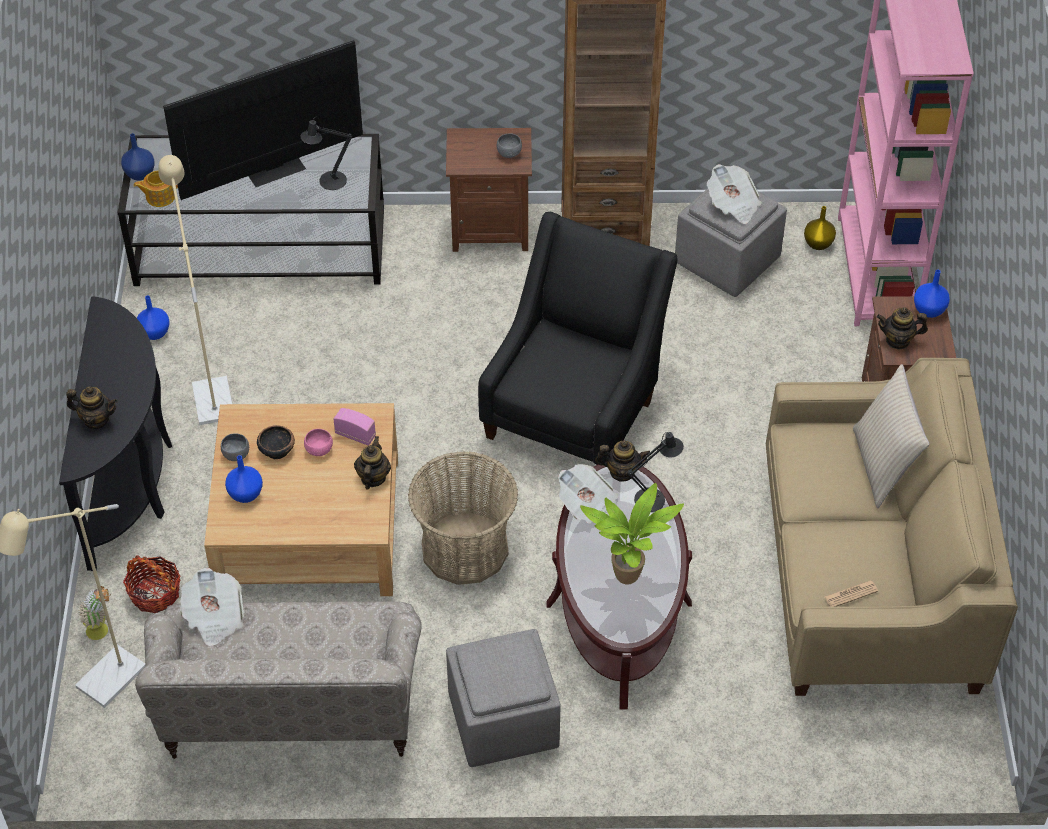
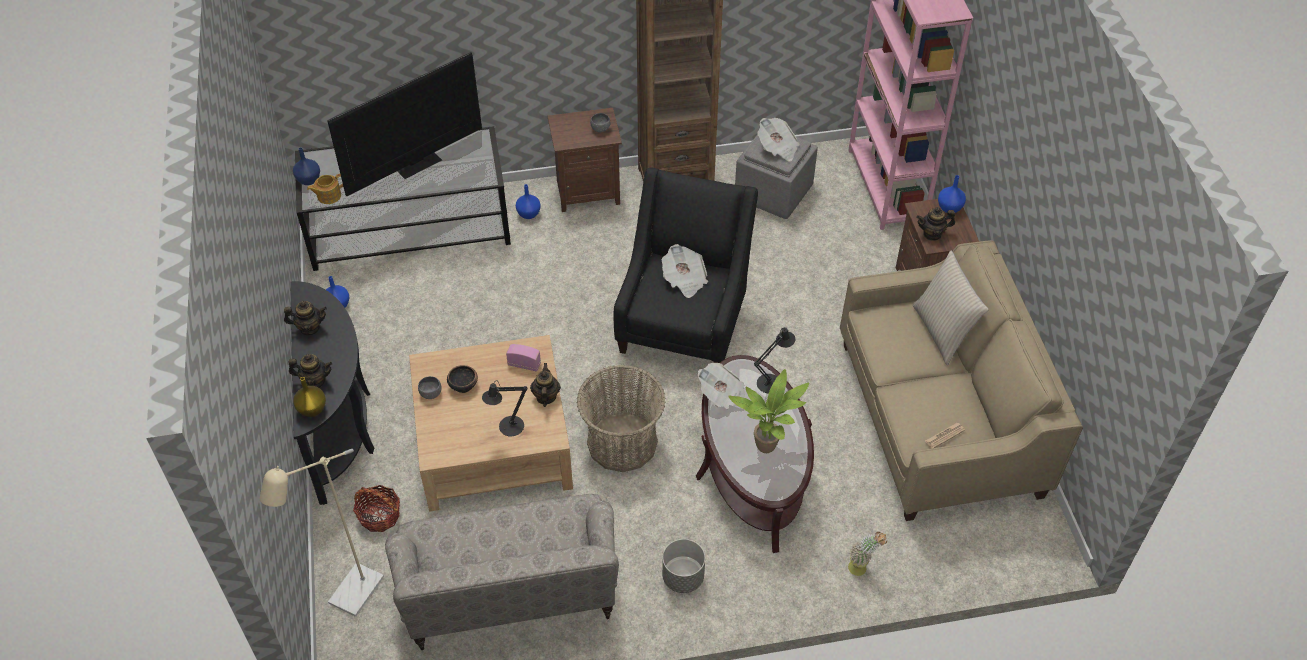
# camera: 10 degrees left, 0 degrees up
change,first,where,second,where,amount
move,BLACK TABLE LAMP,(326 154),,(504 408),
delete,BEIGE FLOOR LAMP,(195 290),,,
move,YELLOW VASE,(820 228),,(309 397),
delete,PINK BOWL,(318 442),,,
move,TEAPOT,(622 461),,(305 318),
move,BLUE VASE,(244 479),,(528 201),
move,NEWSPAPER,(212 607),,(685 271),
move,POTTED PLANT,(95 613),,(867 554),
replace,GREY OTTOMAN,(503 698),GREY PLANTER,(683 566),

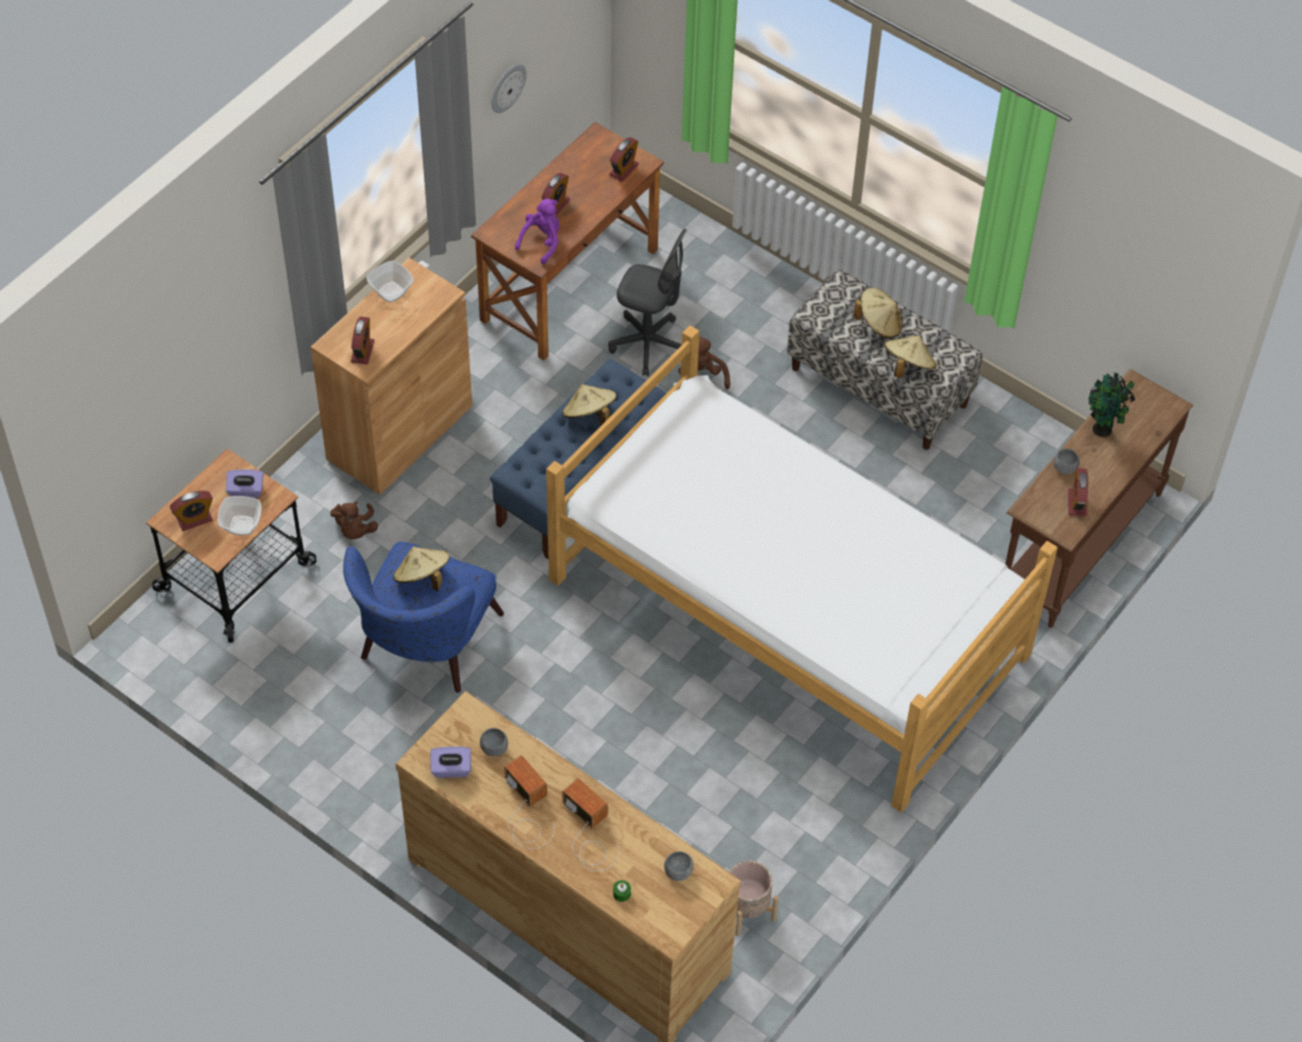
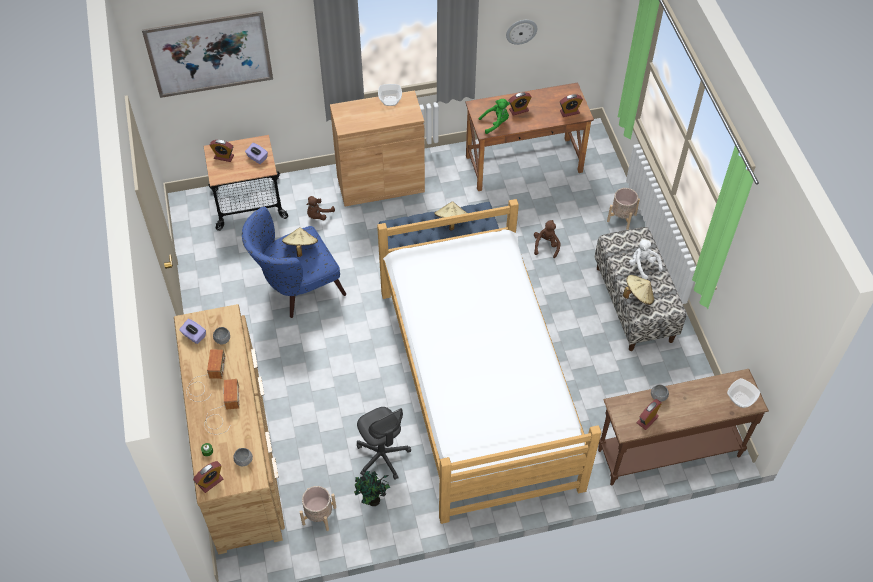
# camera: 40 degrees right, 0 degrees up
change,first,where,second,where,amount
recolor,PURPLE PLUSH TOY,(537 231),GREEN PLUSH TOY,(494 116),
move,GREY OFFICE CHAIR,(647 302),,(384 443),
replace,BEIGE HAT,(878 313),WHITE PLUSH TOY,(646 259),
move,ALARM CLOCK,(362 340),,(208 477),
move,POTTED PLANT,(1112 404),,(372 488),
move,BOWL,(239 516),,(743 393),
insert,,,PICTURE,(207 54),
insert,,,BEIGE PLANTER,(623 209),

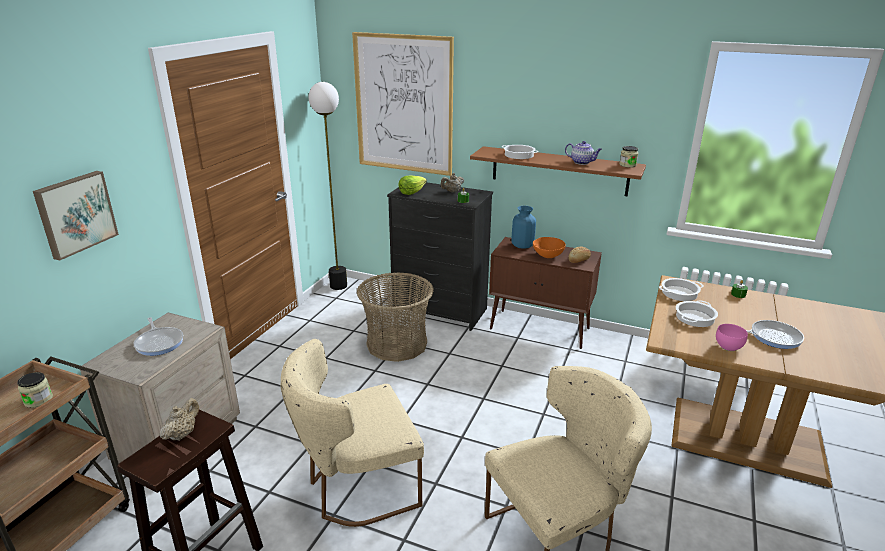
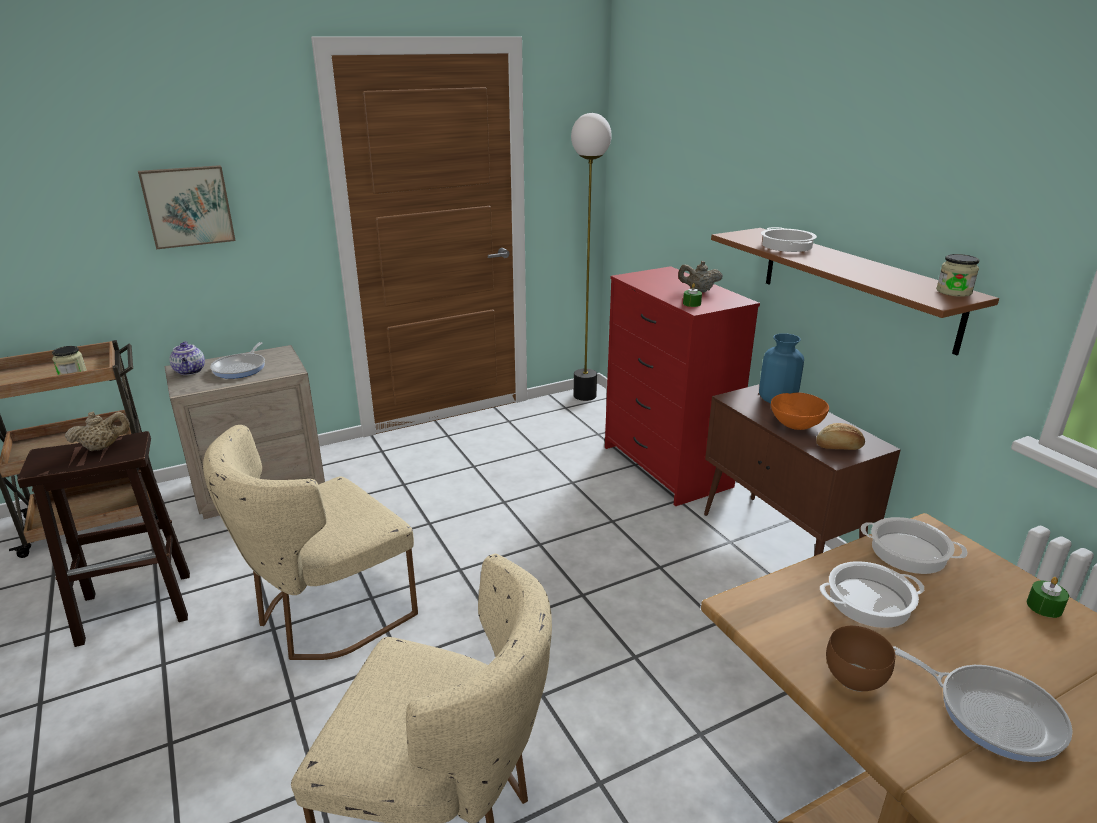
# camera: 40 degrees right, 0 degrees up
change,first,where,second,where,amount
delete,PICTURE,(403 104),,,
move,TEAPOT,(583 153),,(187 358),
delete,LETTUCE,(412 185),,,
recolor,BLACK DRESSER,(440 256),RED DRESSER,(682 386),
delete,BASKET,(395 317),,,
recolor,PINK BOWL,(732 337),BROWN BOWL,(860 659),
rotate,BEIGE CHAIR,(352 433),,(310 542),60 degrees counterclockwise

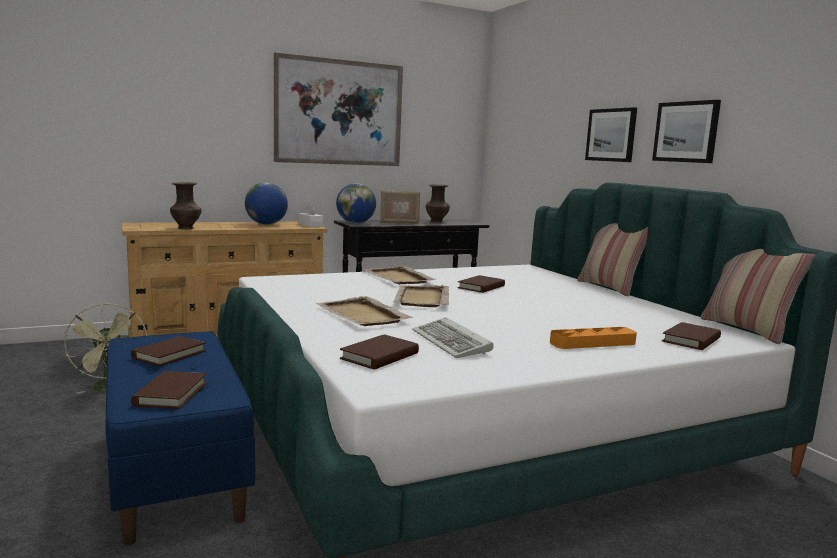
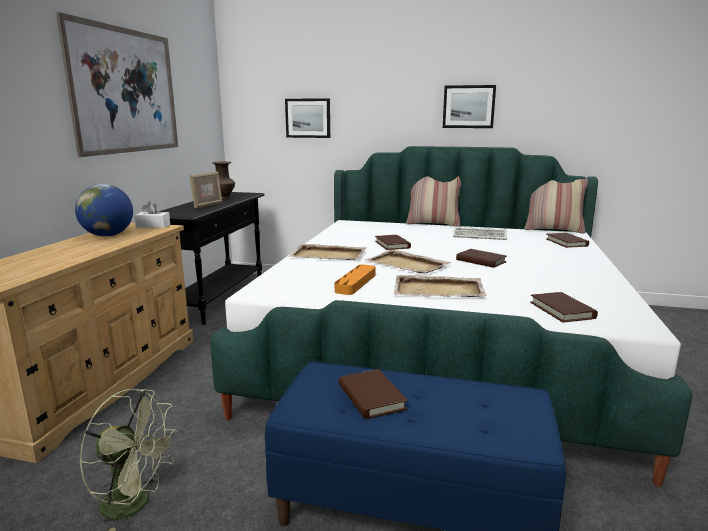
# camera: 50 degrees left, 5 degrees up
change,first,where,second,where,amount
move,PICTURE,(611 134),,(307 118),
delete,BROWN VASE,(185 205),,,
delete,GLOBE,(356 203),,,
move,KEYBOARD,(453 337),,(480 233),
move,ORANGE TRAY,(593 338),,(355 279),
move,BROWN BOOK,(169 390),,(481 258),

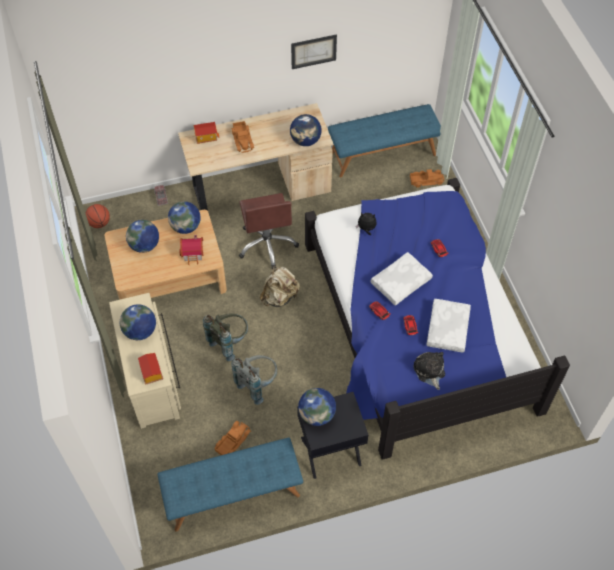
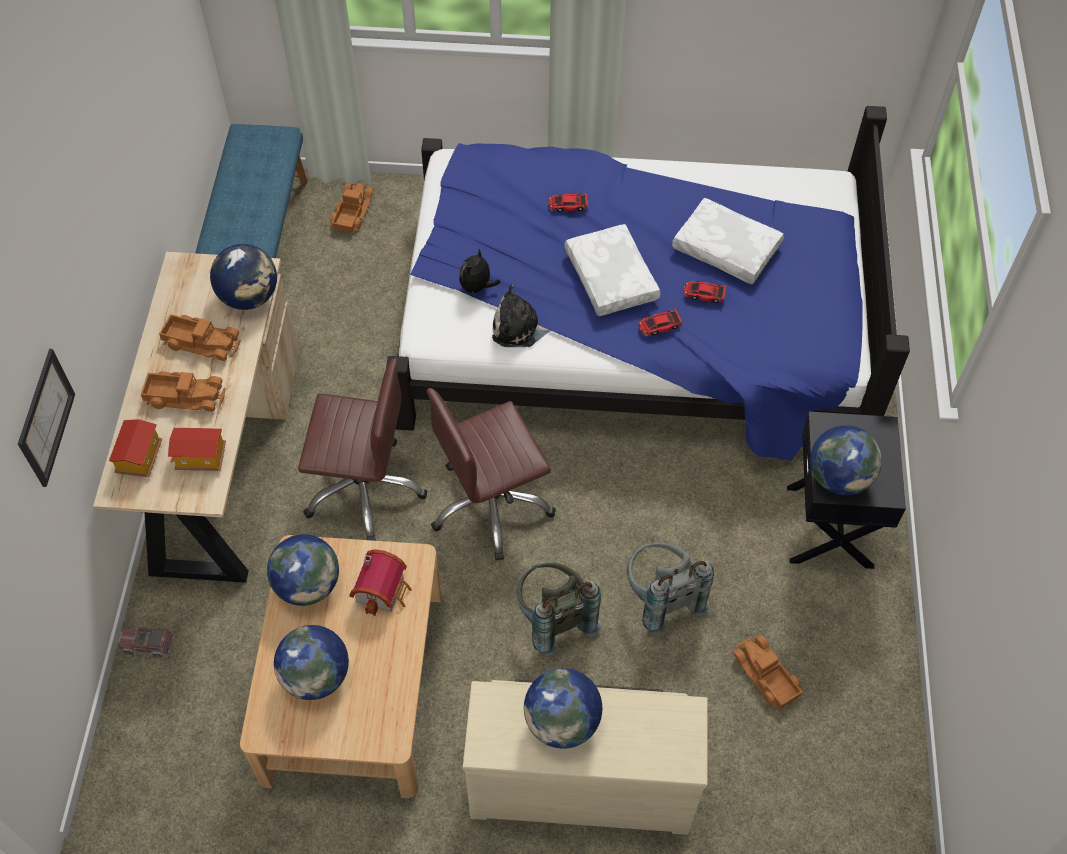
# camera: 70 degrees left, 0 degrees up
change,first,where,second,where,amount
move,PICTURE,(314 51),,(46 418),
delete,BASKETBALL,(98 216),,,
replace,BEIGE BACKPACK,(280 286),BROWN OFFICE CHAIR,(491 474),
move,PLUSH TOY,(429 371),,(521 315),
move,TOY HOUSE,(150 369),,(197 449),
delete,BLUE BENCH,(230 484),,,
insert,,,TOY TRUCK,(200 337),

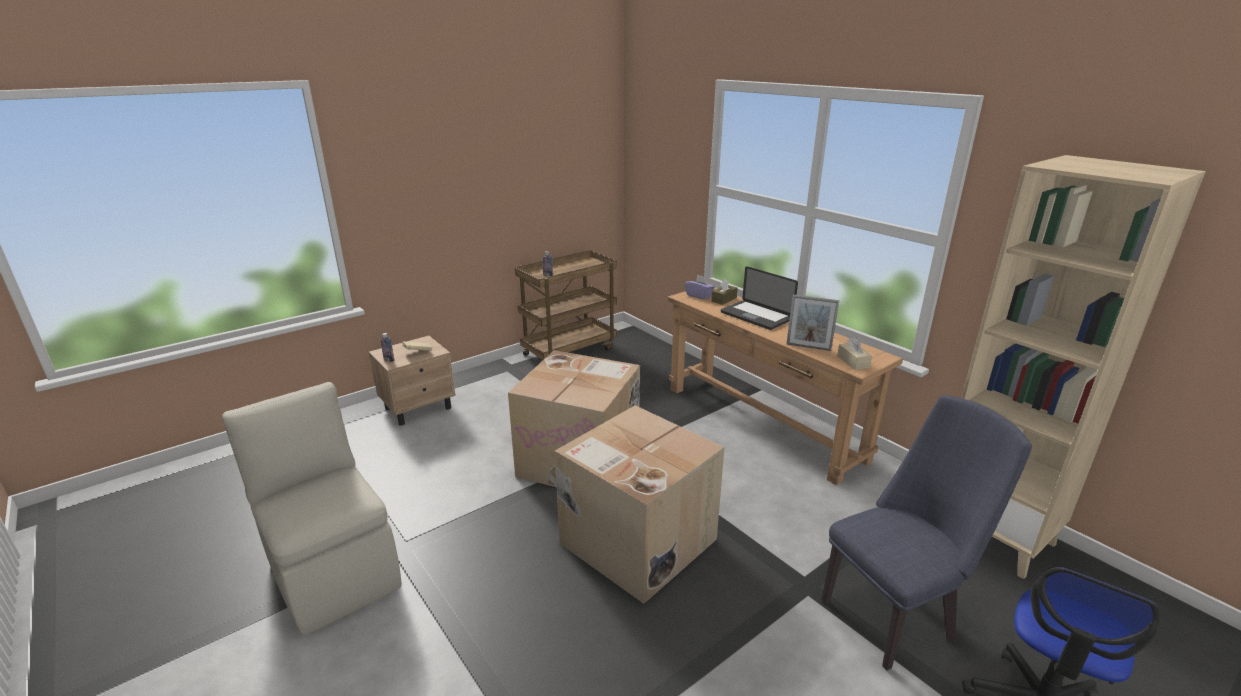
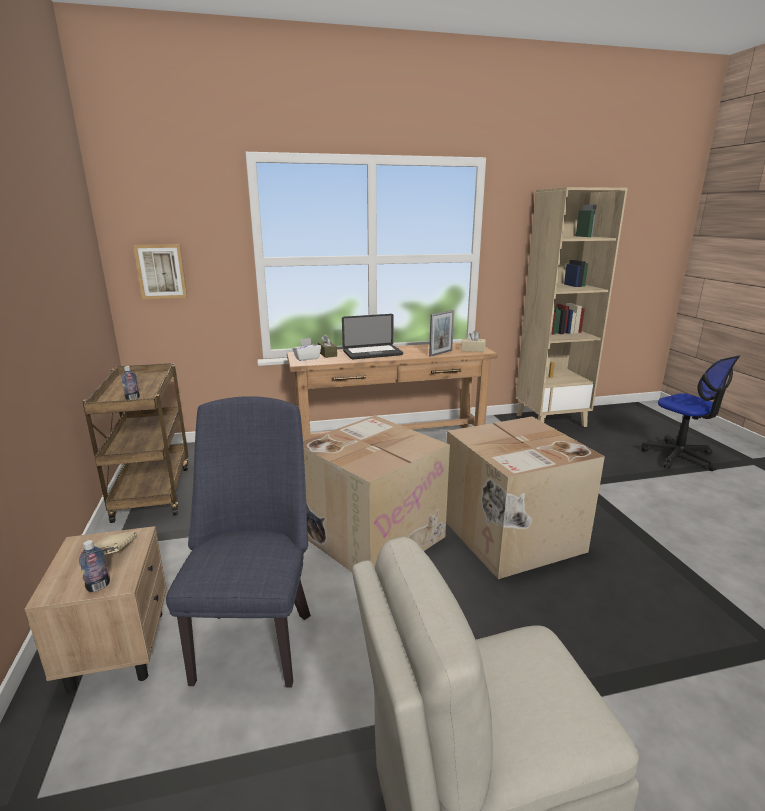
# camera: 65 degrees left, 5 degrees down
change,first,where,second,where,amount
recolor,PURPLE TISSUE BOX,(700 287),WHITE TISSUE BOX,(306 349),
move,BLUE CHAIR,(926 533),,(238 542),
insert,,,PICTURE,(160 271),

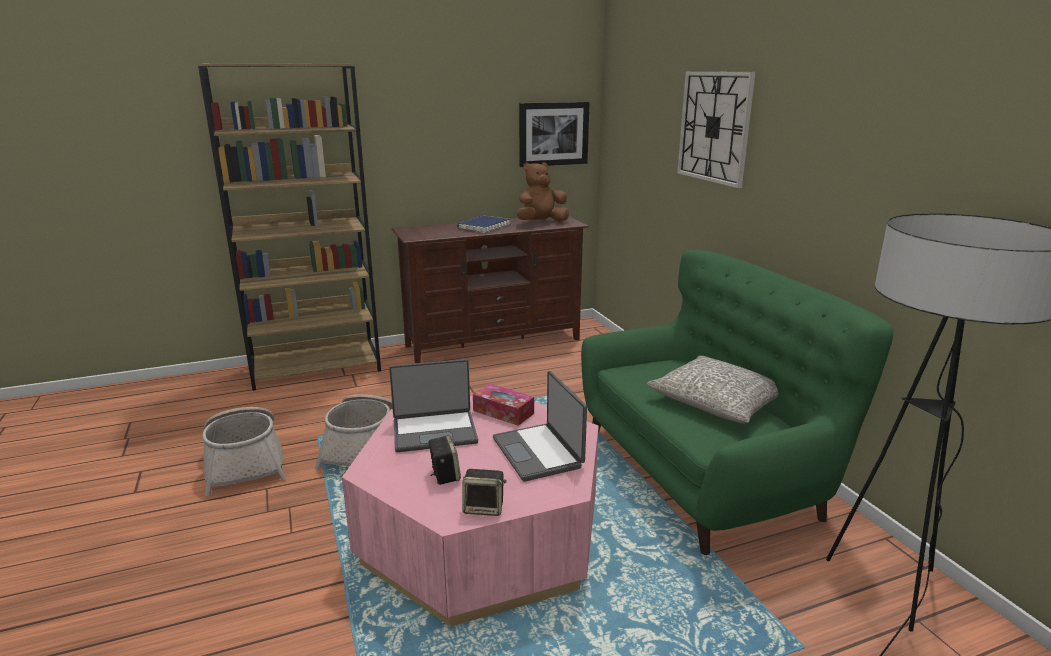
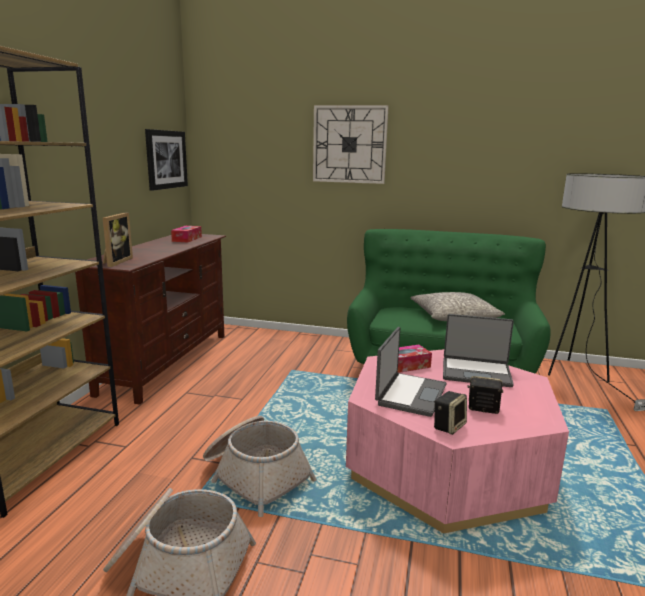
# camera: 55 degrees left, 5 degrees down
change,first,where,second,where,amount
replace,BROWN PLUSH TOY,(543 191),TISSUE BOX,(186 234),
delete,BLUE BOOK,(483 224),,,
move,SPEAKER,(484 492),,(450 413),
insert,,,PICTURE FRAME,(118 239),

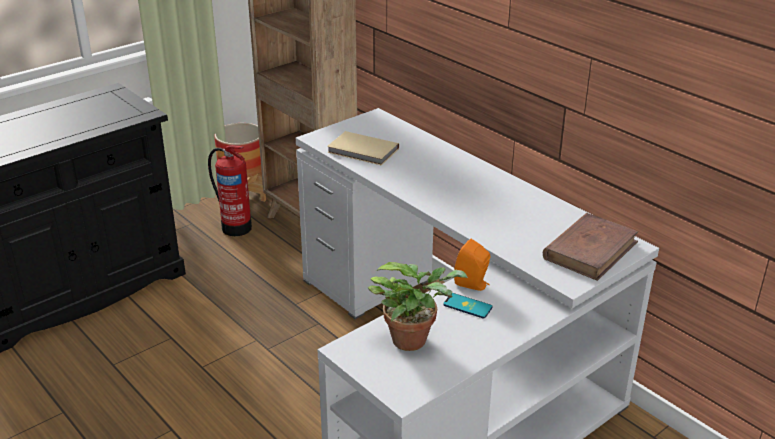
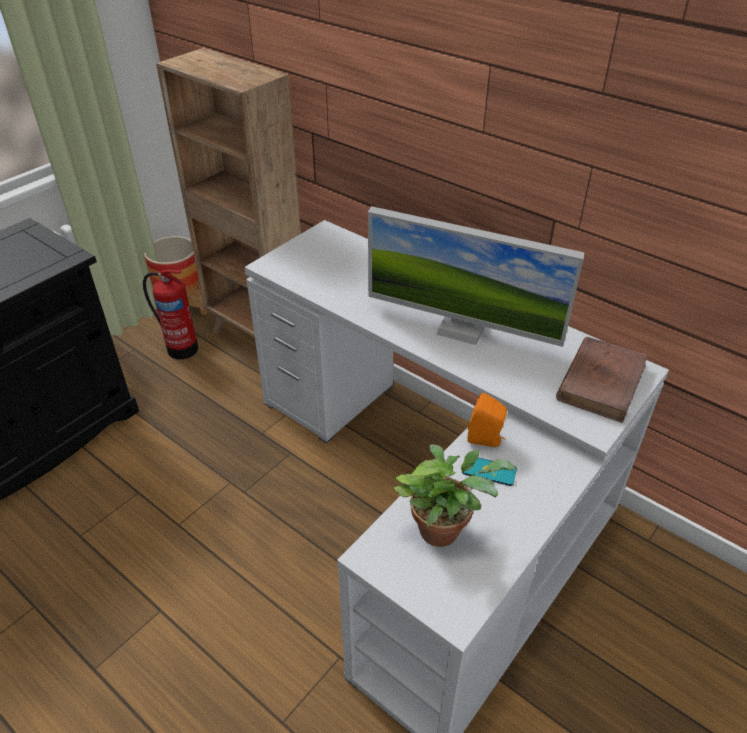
# camera: 10 degrees left, 10 degrees up
change,first,where,second,where,amount
delete,BEIGE BOOK,(363 148),,,
insert,,,MONITOR,(476 276),

